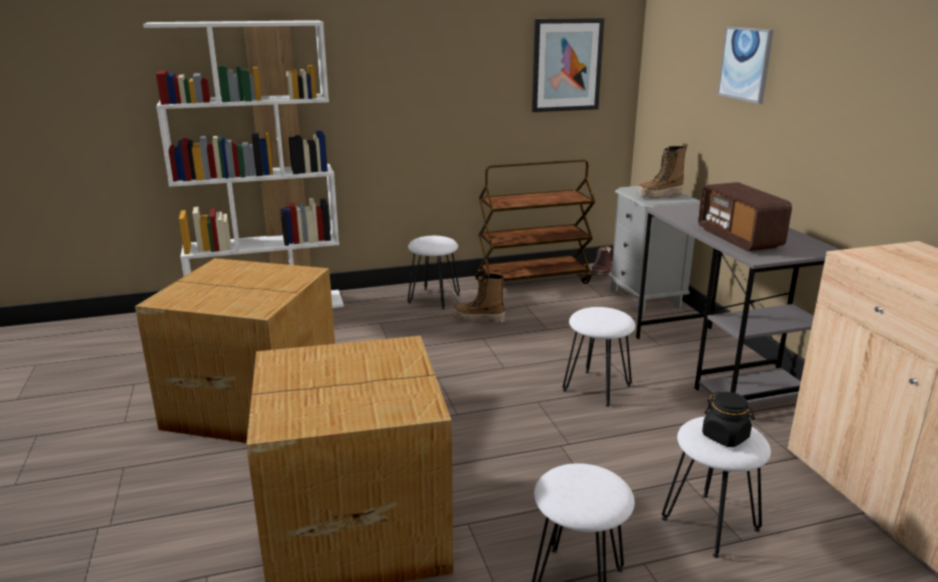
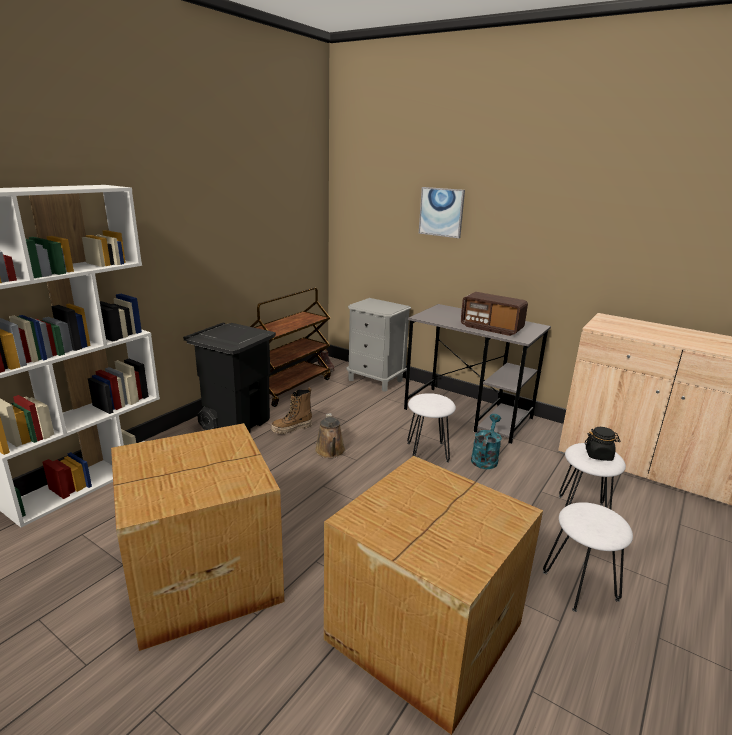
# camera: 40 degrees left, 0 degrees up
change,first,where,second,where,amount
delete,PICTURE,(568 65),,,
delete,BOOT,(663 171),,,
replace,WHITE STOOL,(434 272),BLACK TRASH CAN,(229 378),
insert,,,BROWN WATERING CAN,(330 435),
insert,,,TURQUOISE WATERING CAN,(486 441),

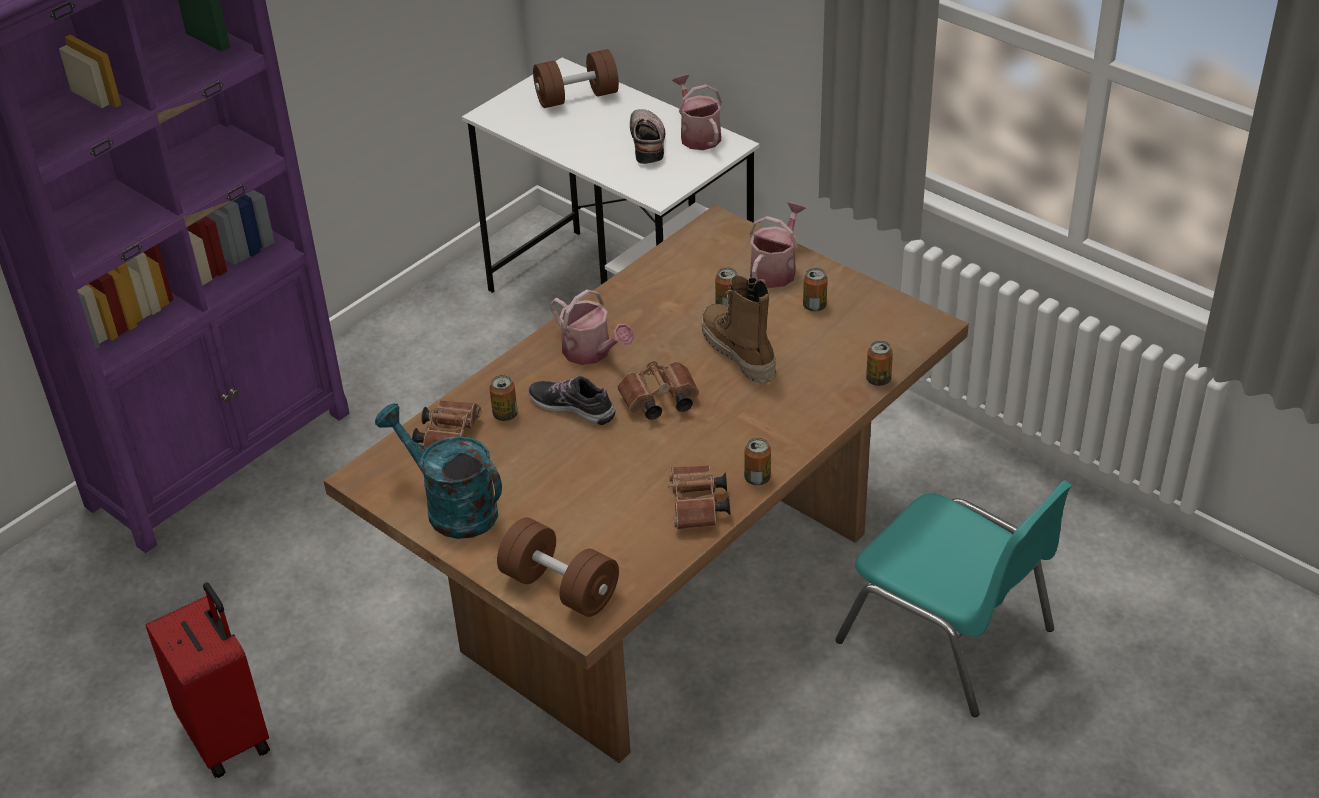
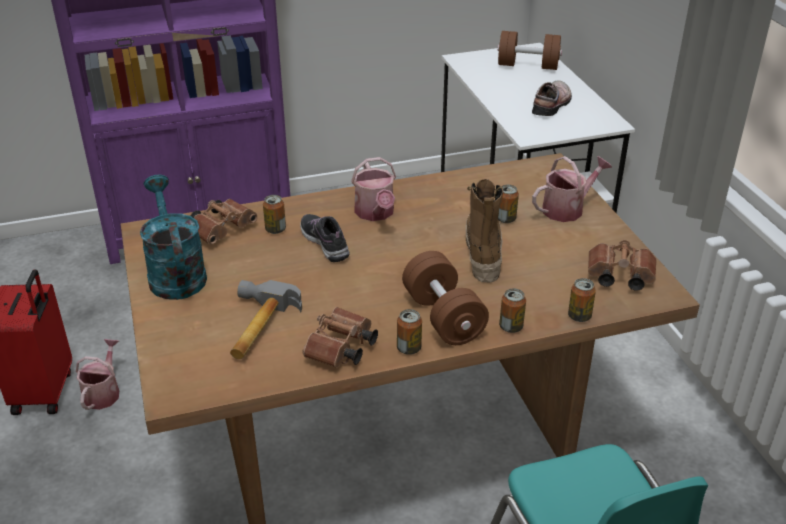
# camera: 30 degrees right, 5 degrees down
change,first,where,second,where,amount
move,WATERING CAN,(697 112),,(97 374),
move,CAN,(815 290),,(512 310),
move,BROWN BINOCULARS,(658 390),,(622 265),
move,BROWN DUMBBELL,(558 567),,(445 298),
insert,,,HAMMER,(266 319),

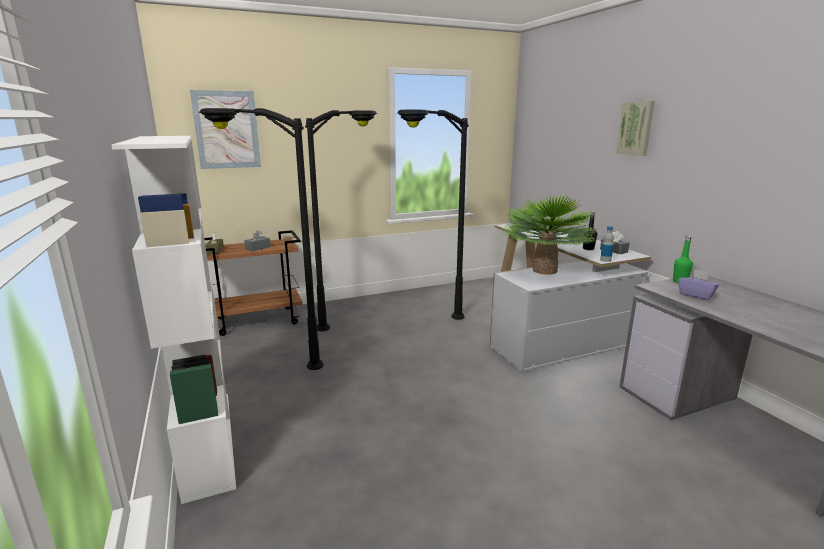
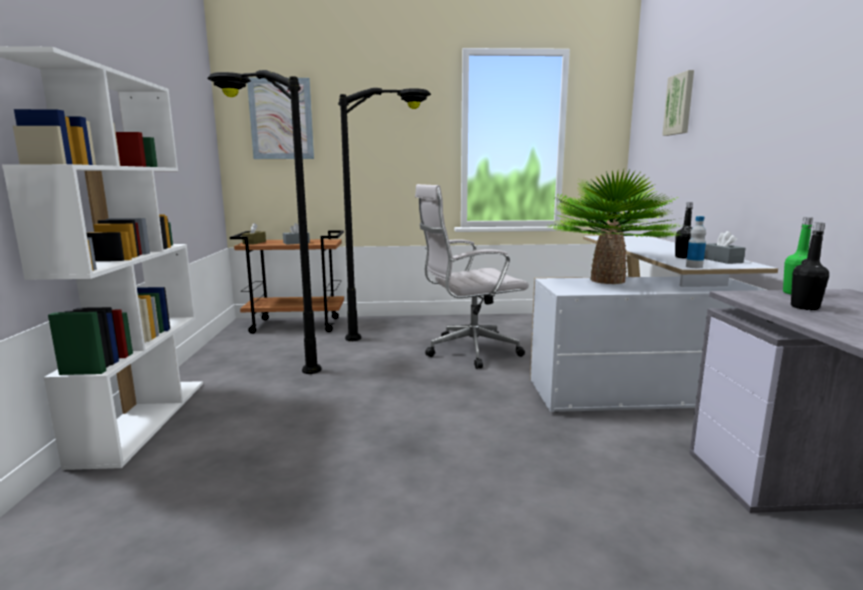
# camera: 20 degrees right, 5 degrees down
change,first,where,second,where,amount
move,PICTURE,(635 128),,(678 103),
replace,BLACK FLOOR LAMP,(432 215),WHITE OFFICE CHAIR,(472 276),
replace,PURPLE TISSUE BOX,(698 284),BLACK BOTTLE,(810 266),

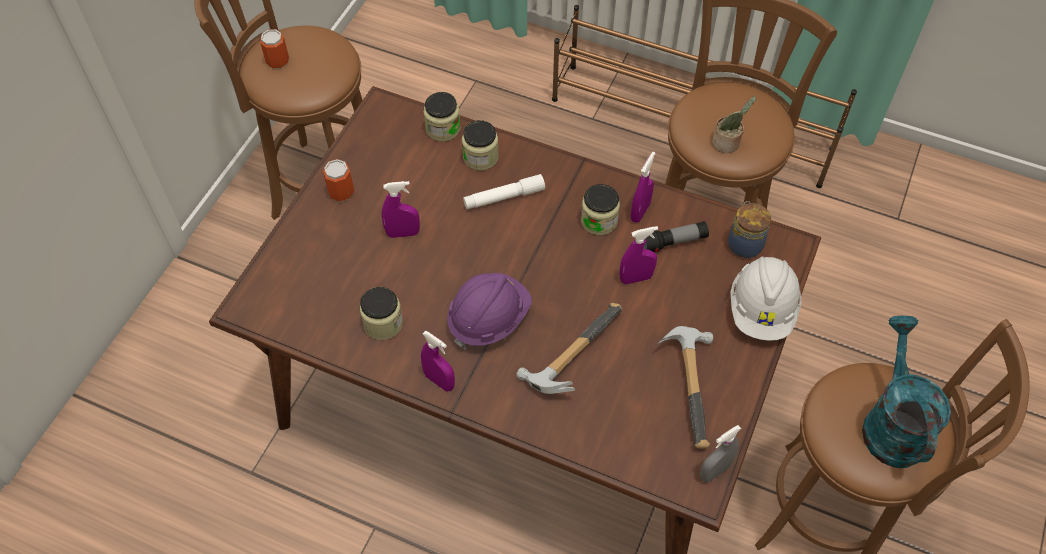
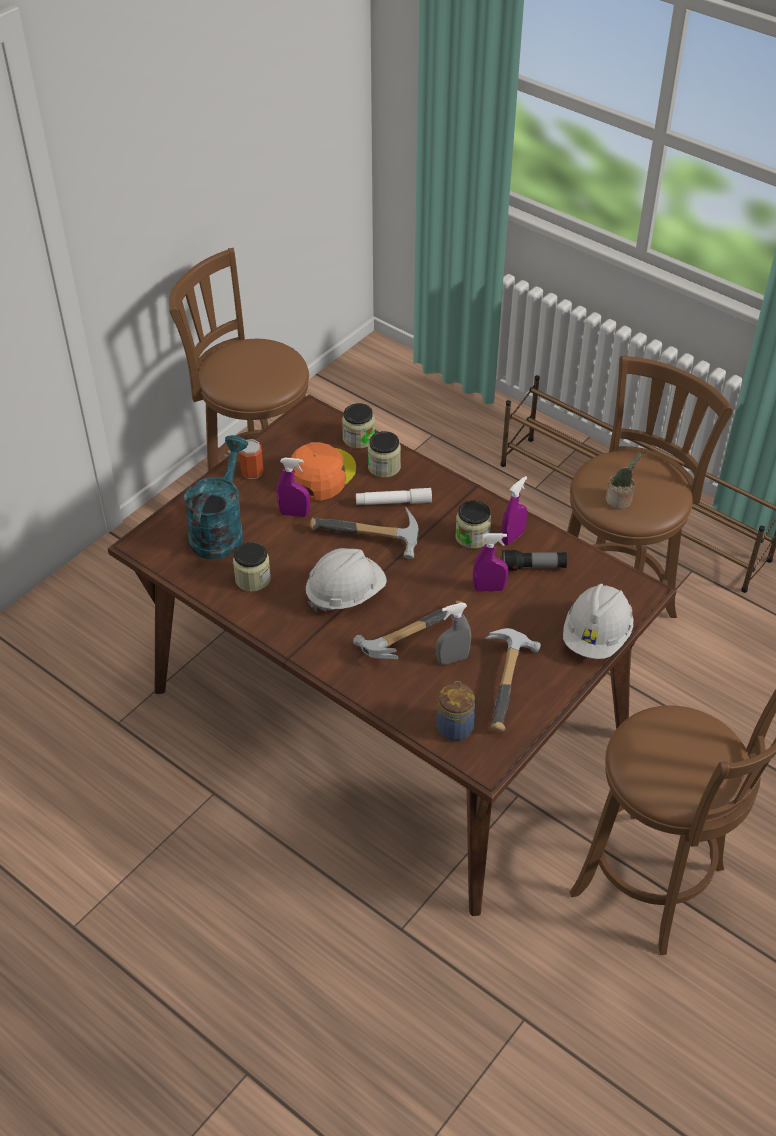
# camera: 15 degrees right, 10 degrees down
change,first,where,second,where,amount
delete,CAN,(274 49),,,
move,JAR,(749 229),,(455 711),
recolor,PURPLE HARD HAT,(489 311),WHITE HARD HAT,(346 580),
move,TURQUOISE WATERING CAN,(906 392),,(216 497),
delete,PURPLE SPRAY BOTTLE,(438 361),,,
move,GREY SPRAY BOTTLE,(720 453),,(453 634),
insert,,,ORANGE CAP,(323 471),
insert,,,HAMMER,(364 532),

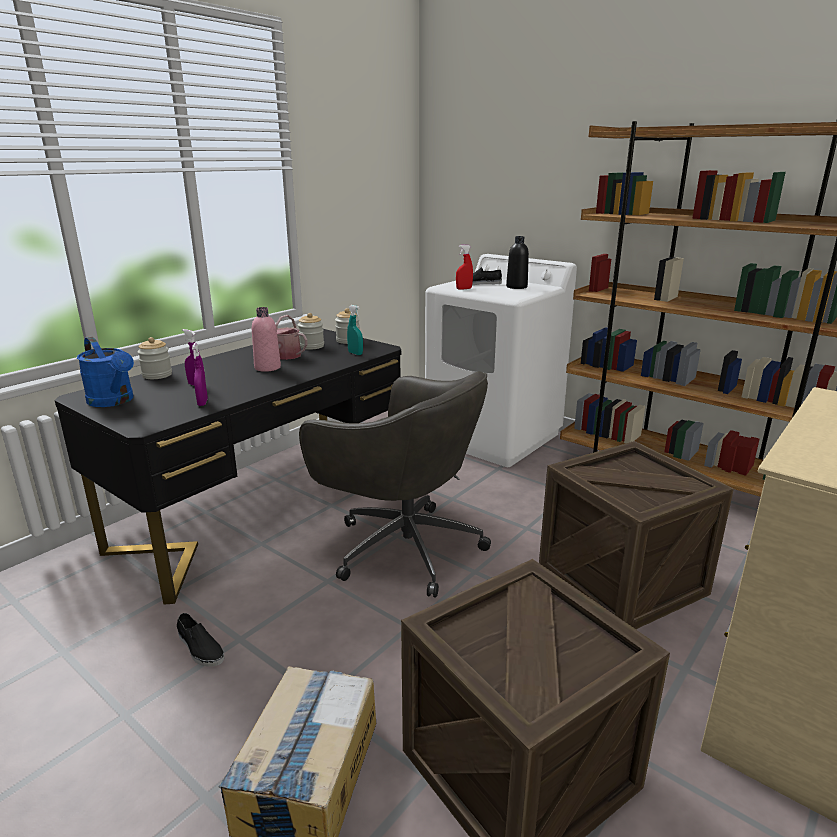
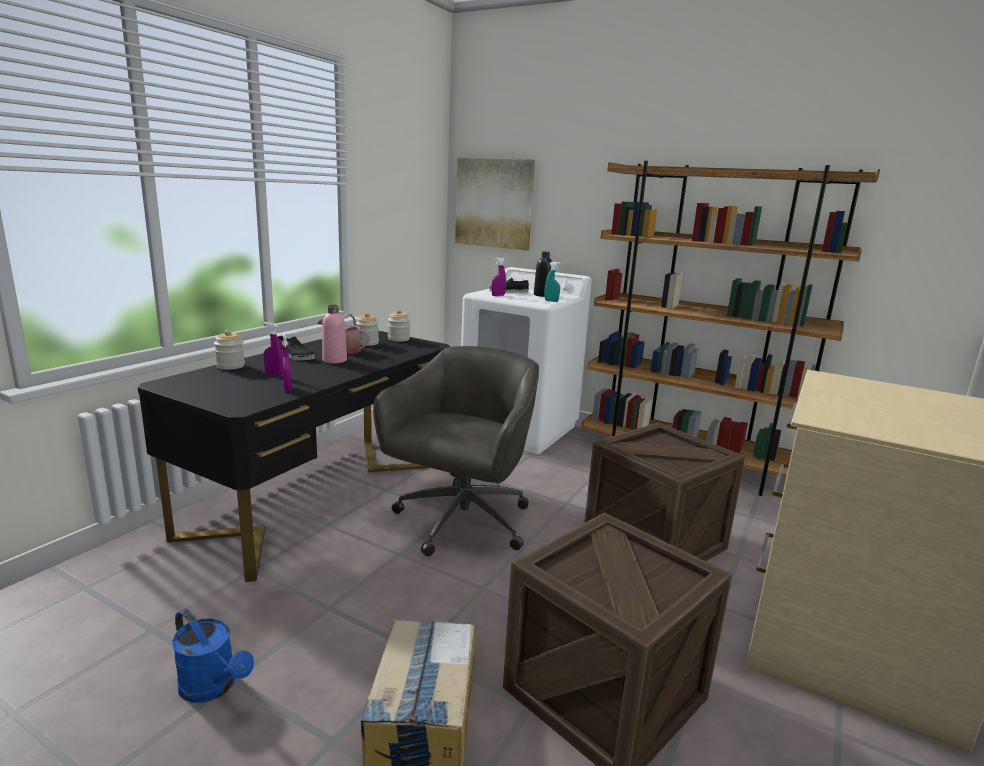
# camera: 10 degrees left, 5 degrees down
change,first,where,second,where,amount
recolor,RED SPRAY BOTTLE,(464 267),PURPLE SPRAY BOTTLE,(499 276),
move,TURQUOISE SPRAY BOTTLE,(355 330),,(552 282),
move,BLUE WATERING CAN,(105 372),,(213 656),
rotate,GREY OFFICE CHAIR,(395 484),,(456 451),90 degrees counterclockwise
move,BLACK SHOE,(201 640),,(296 348),
insert,,,PICTURE,(495 204),

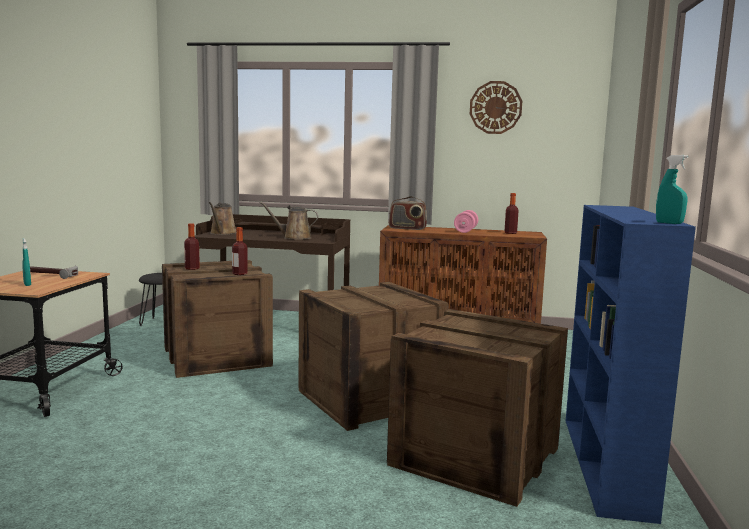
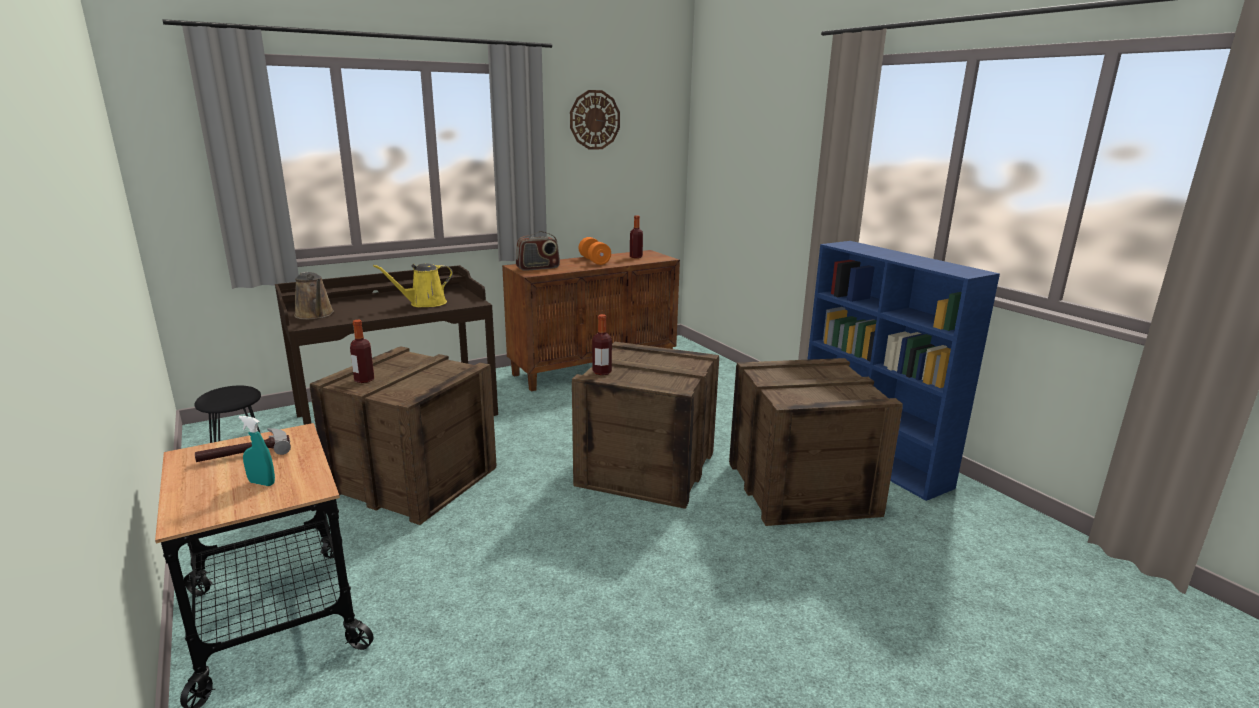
# camera: 40 degrees left, 10 degrees up
change,first,where,second,where,amount
delete,TURQUOISE SPRAY BOTTLE,(672 189),,,
recolor,BROWN WATERING CAN,(289 221),YELLOW WATERING CAN,(413 285),
recolor,PINK DUMBBELL,(466 221),ORANGE DUMBBELL,(595 251),
move,BOTTLE,(240 251),,(602 344),

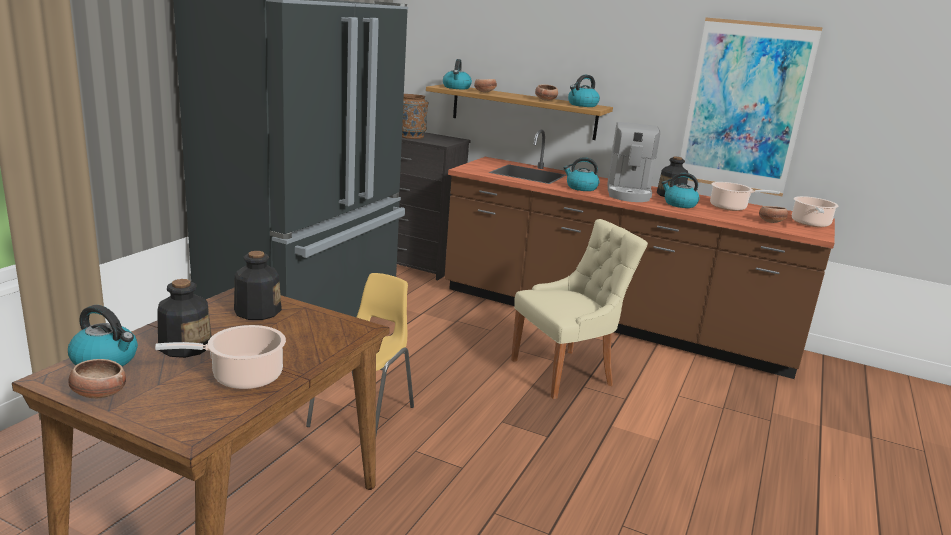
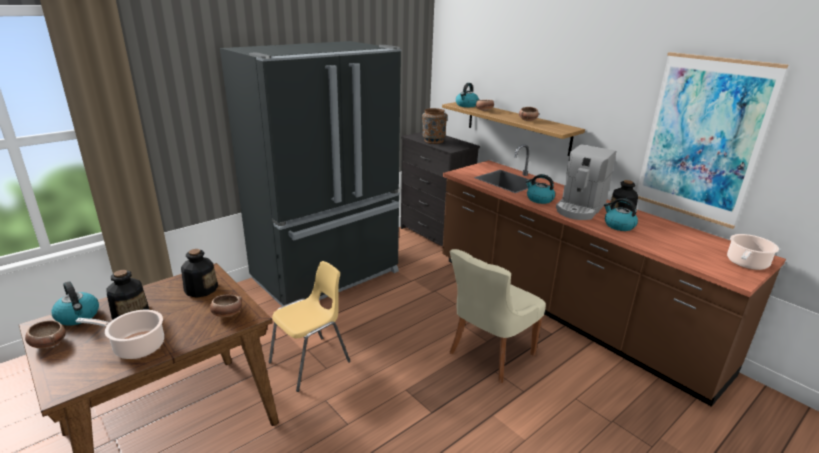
# camera: 25 degrees right, 5 degrees up
change,first,where,second,where,amount
delete,KETTLE,(584 91),,,
delete,COOKING POT,(745 196),,,
move,BOWL,(773 214),,(226 306),
rotate,BEIGE CHAIR,(579 309),,(497 316),135 degrees clockwise

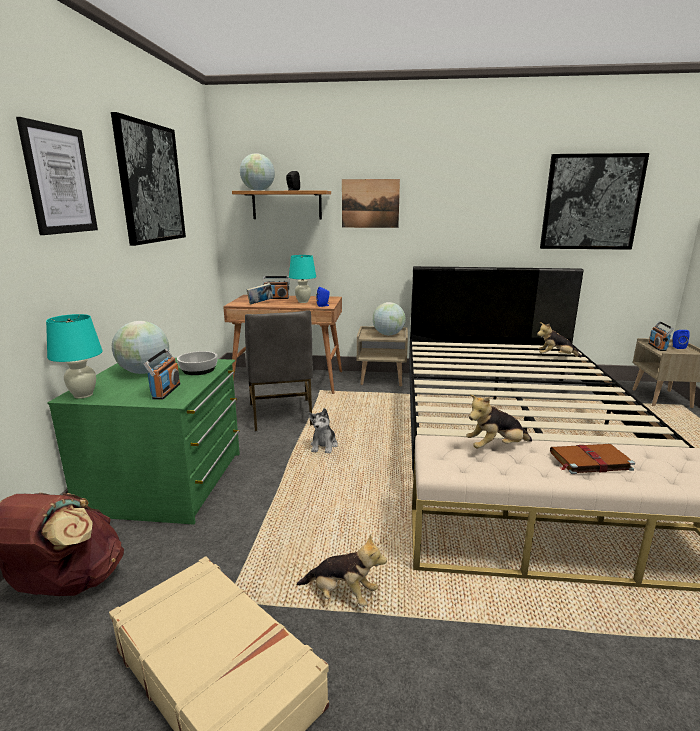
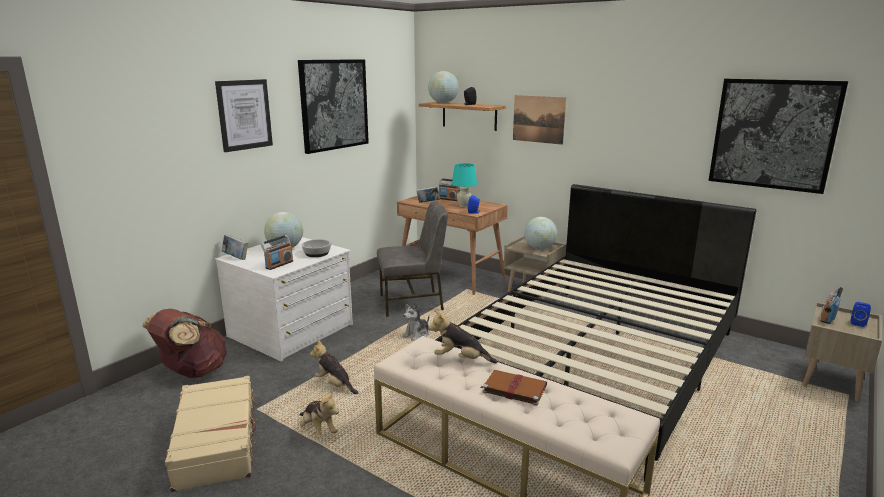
# camera: 30 degrees right, 0 degrees up
change,first,where,second,where,amount
rotate,GREY CHAIR,(279 370),,(412 259),120 degrees counterclockwise
replace,TURQUOISE TABLE LAMP,(74 356),BOOK,(235 247),
move,PLUSH TOY,(559 340),,(334 367),
recolor,GREEN DRESSER,(143 441),WHITE DRESSER,(284 299),

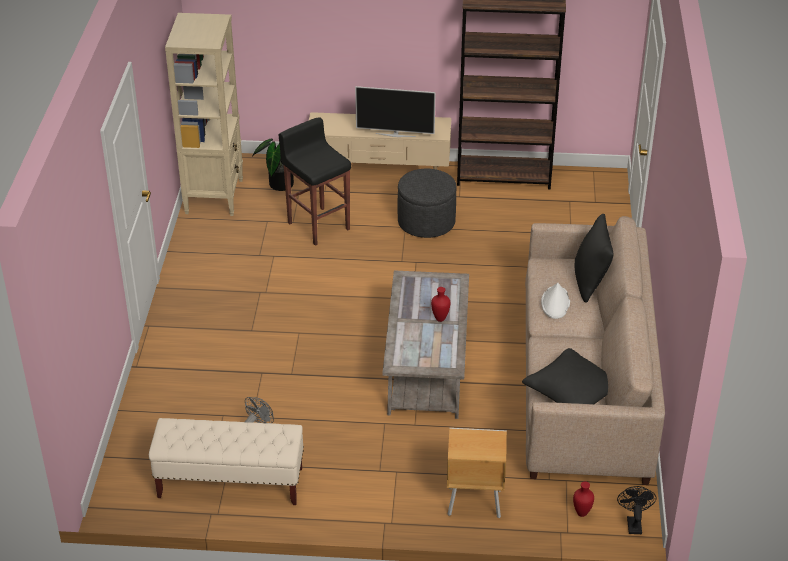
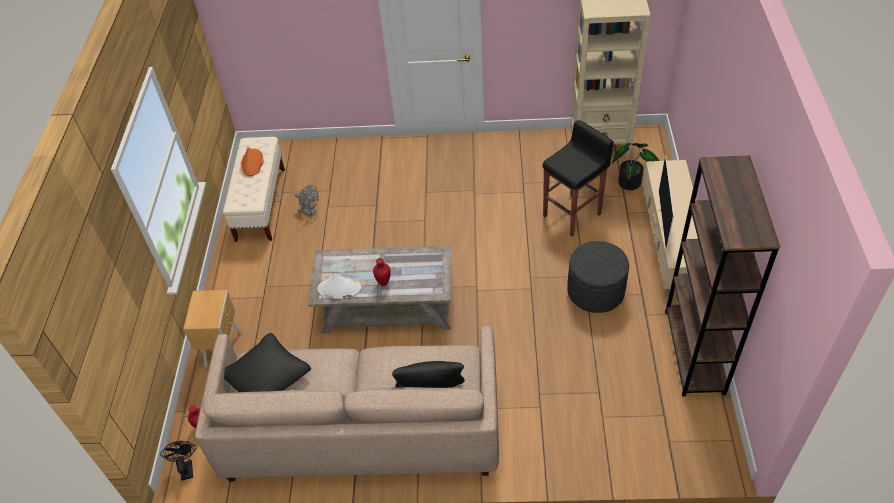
# camera: 90 degrees right, 10 degrees up
change,first,where,second,where,amount
move,WHITE HAT,(555 301),,(339 286),
rotate,BLACK FAN,(637 510),,(178 460),105 degrees counterclockwise
insert,,,ORANGE HAT,(252 162),

